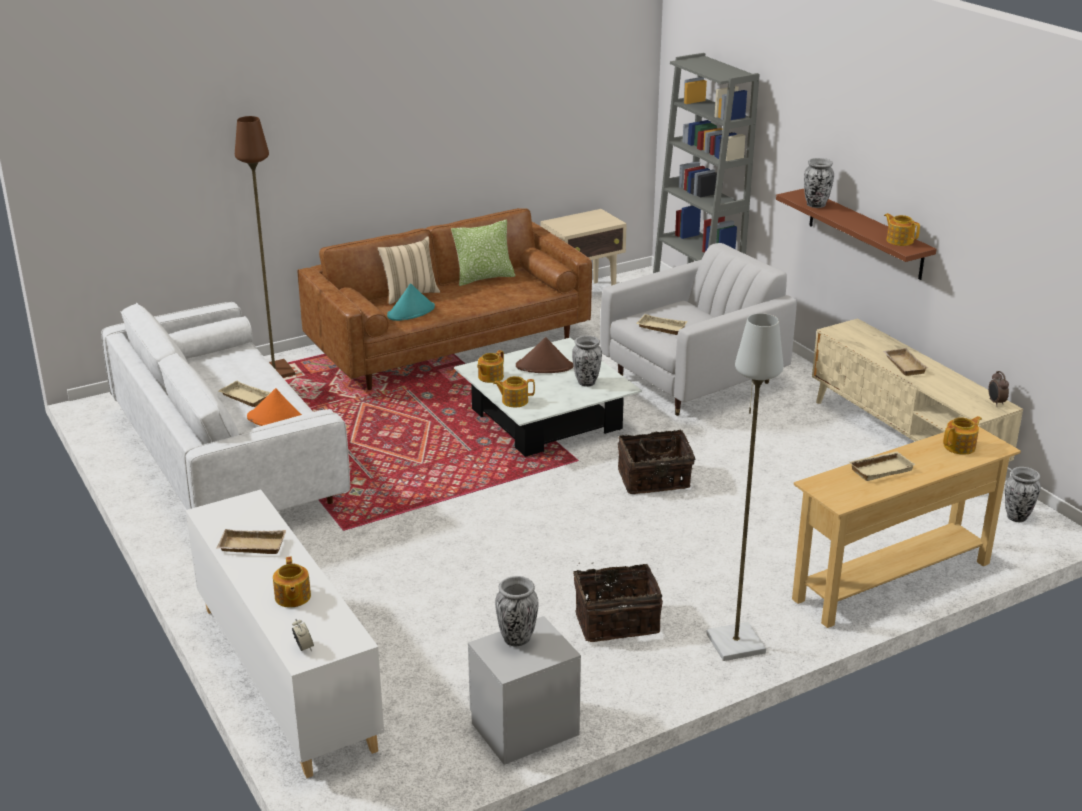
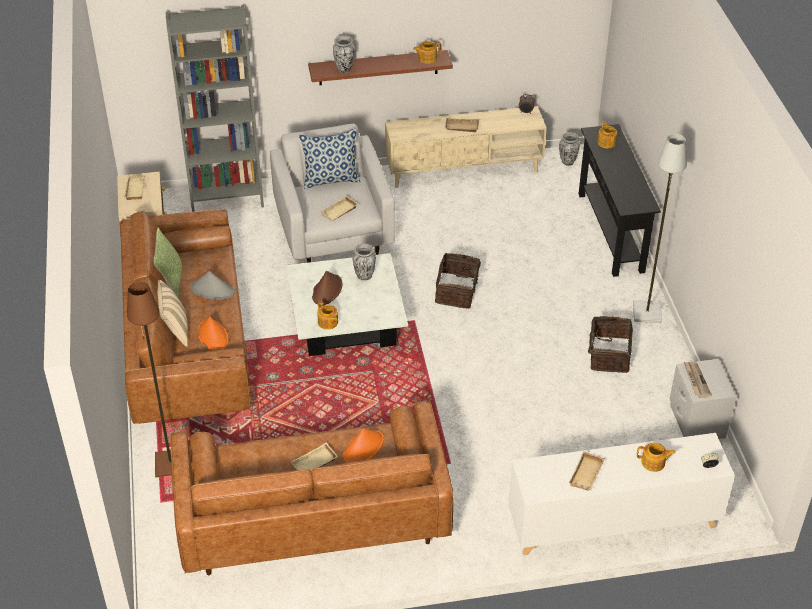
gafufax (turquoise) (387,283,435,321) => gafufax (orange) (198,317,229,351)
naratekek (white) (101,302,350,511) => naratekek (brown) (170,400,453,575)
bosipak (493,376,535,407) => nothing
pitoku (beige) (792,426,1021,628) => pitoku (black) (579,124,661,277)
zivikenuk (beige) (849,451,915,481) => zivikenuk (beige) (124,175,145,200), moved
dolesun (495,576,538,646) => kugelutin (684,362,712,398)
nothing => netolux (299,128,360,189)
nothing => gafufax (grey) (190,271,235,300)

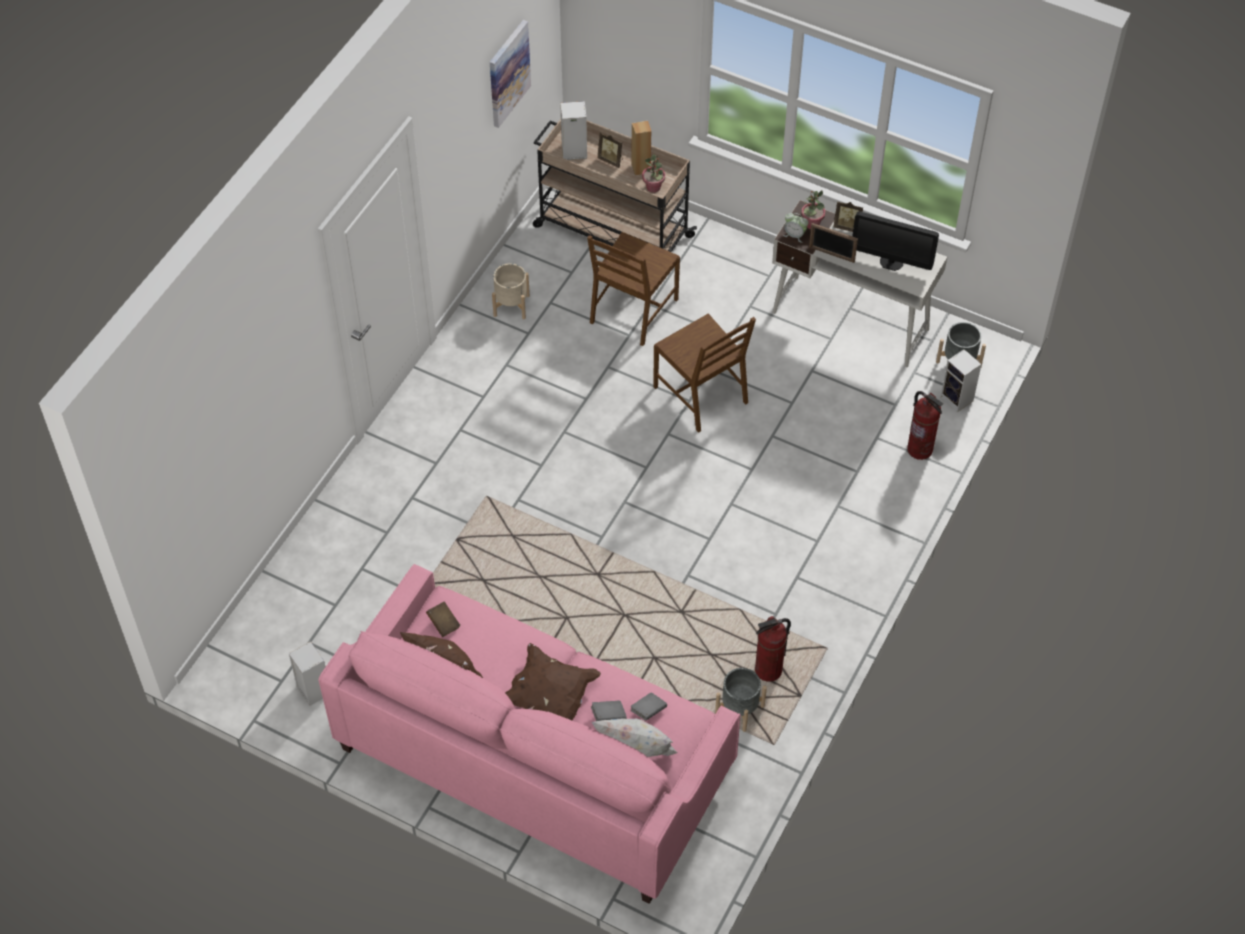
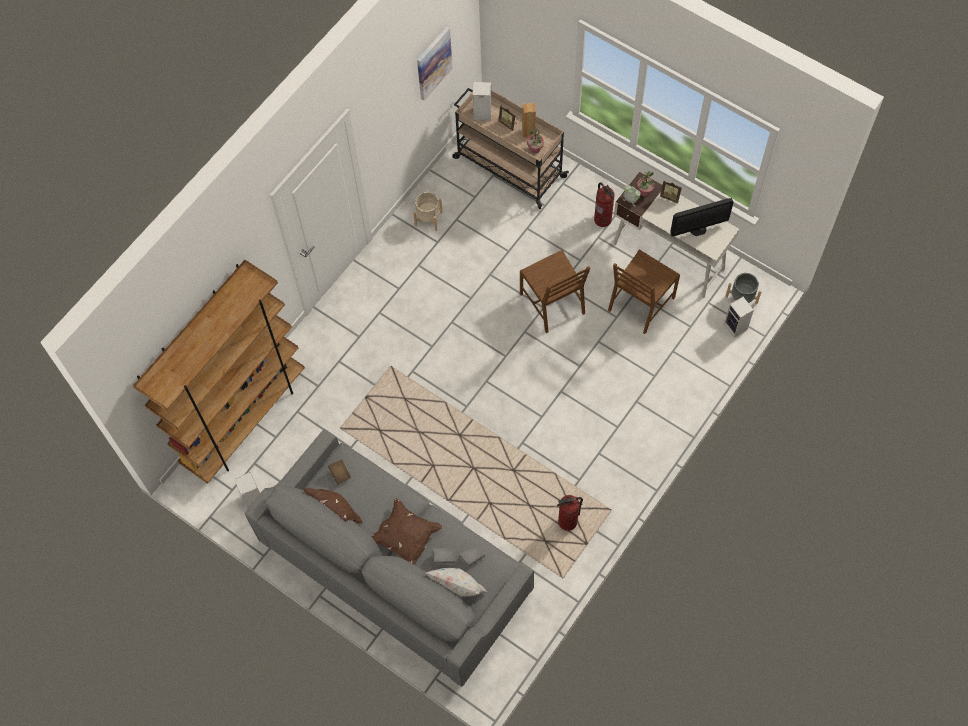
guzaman (852,211,939,271) => guzaman (670,198,734,237), 45 degrees counterclockwise
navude (809,223,858,263) => nothing
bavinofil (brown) (587,232,680,346) => bavinofil (brown) (608,249,680,334), moved
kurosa (907,391,943,460) => kurosa (594,182,615,227), moved
naratekek (pink) (319,564,740,904) => naratekek (grey) (245,429,534,687)
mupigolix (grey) (715,668,767,732) => nothing
nothing => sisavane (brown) (133,260,305,484)

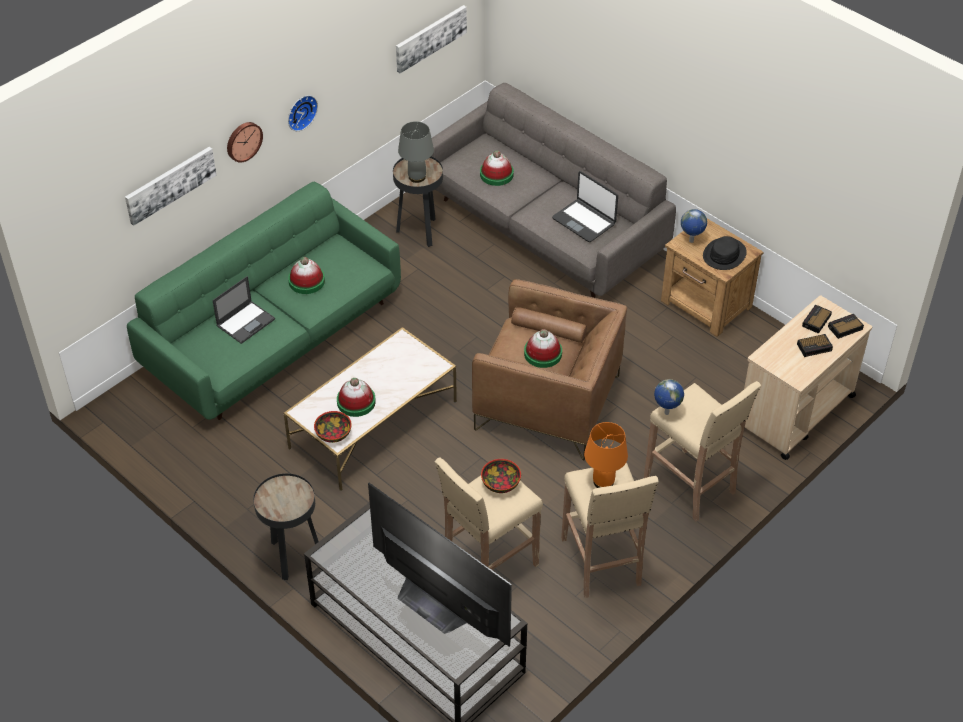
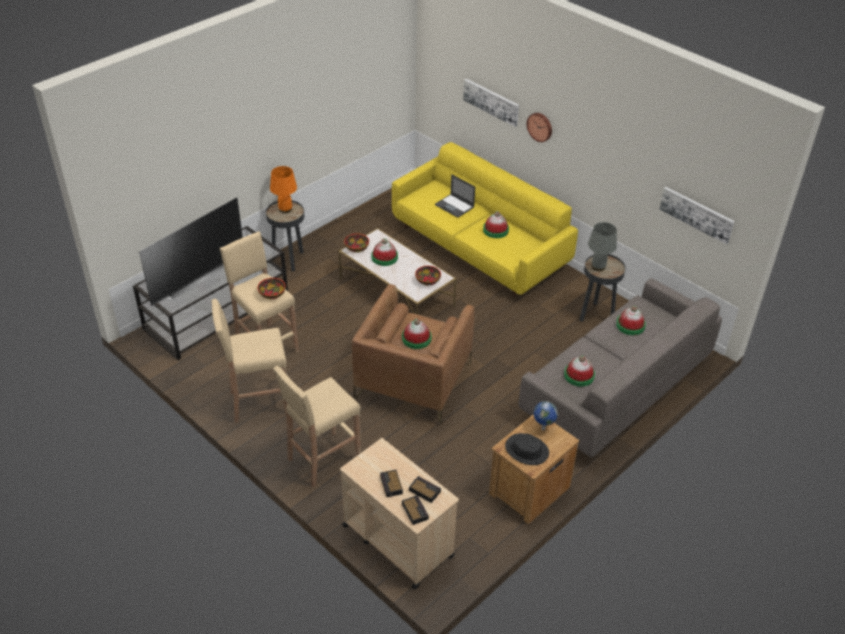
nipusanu (288,95,318,131) => nothing
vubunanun (552,171,618,242) => gafufax (564,355,595,387)
naratekek (green) (127,182,401,420) => naratekek (yellow) (392,142,578,297)
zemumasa (654,379,684,415) => nothing
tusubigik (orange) (584,422,628,488) => tusubigik (orange) (270,166,297,213), moved
nothing => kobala (415,266,441,285)

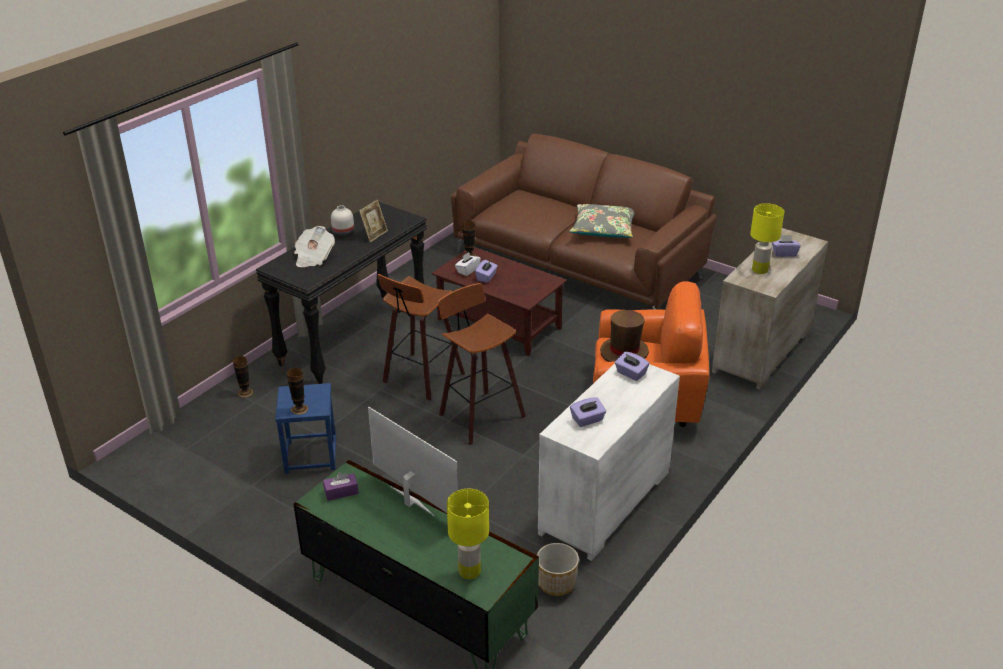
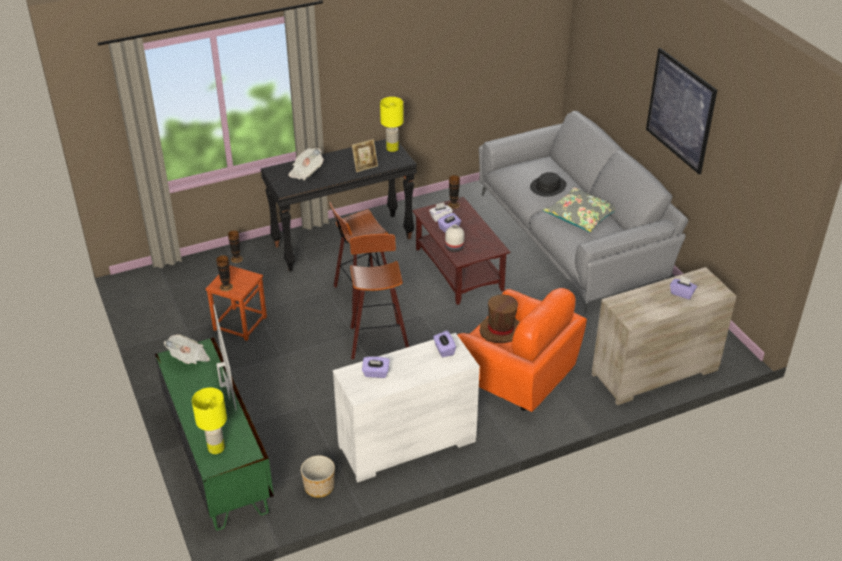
naratekek (brown) (451,134,717,310) => naratekek (grey) (479,111,688,314)
tusubigik (yellow) (750,203,784,274) => tusubigik (yellow) (380,97,404,152), moved
dolesun (white) (331,205,354,239) => dolesun (white) (445,225,465,252), moved
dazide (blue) (275,383,336,474) => dazide (brown) (206,265,267,341)
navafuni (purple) (323,472,359,501) => kugelutin (164,334,210,364)
nothing => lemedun (646,48,717,174)
nothing => gafufax (black) (530,172,567,197)

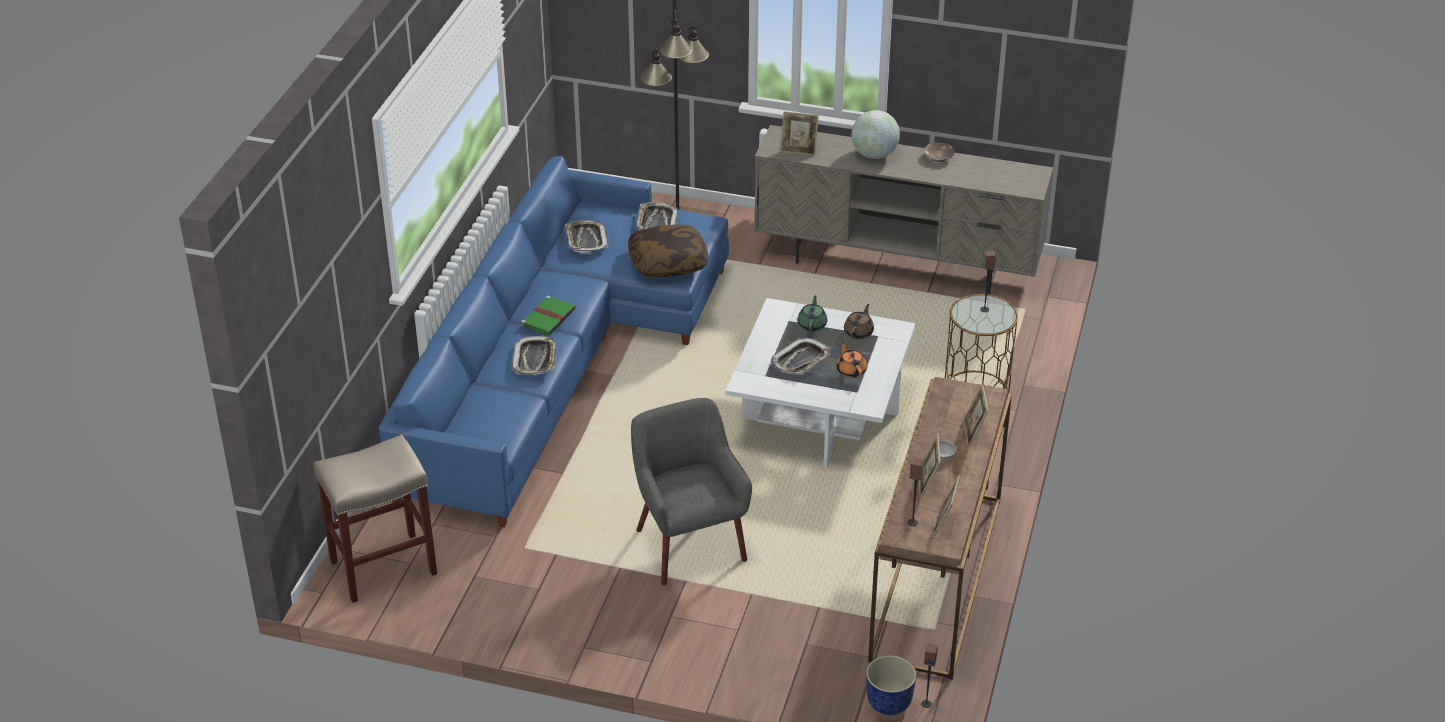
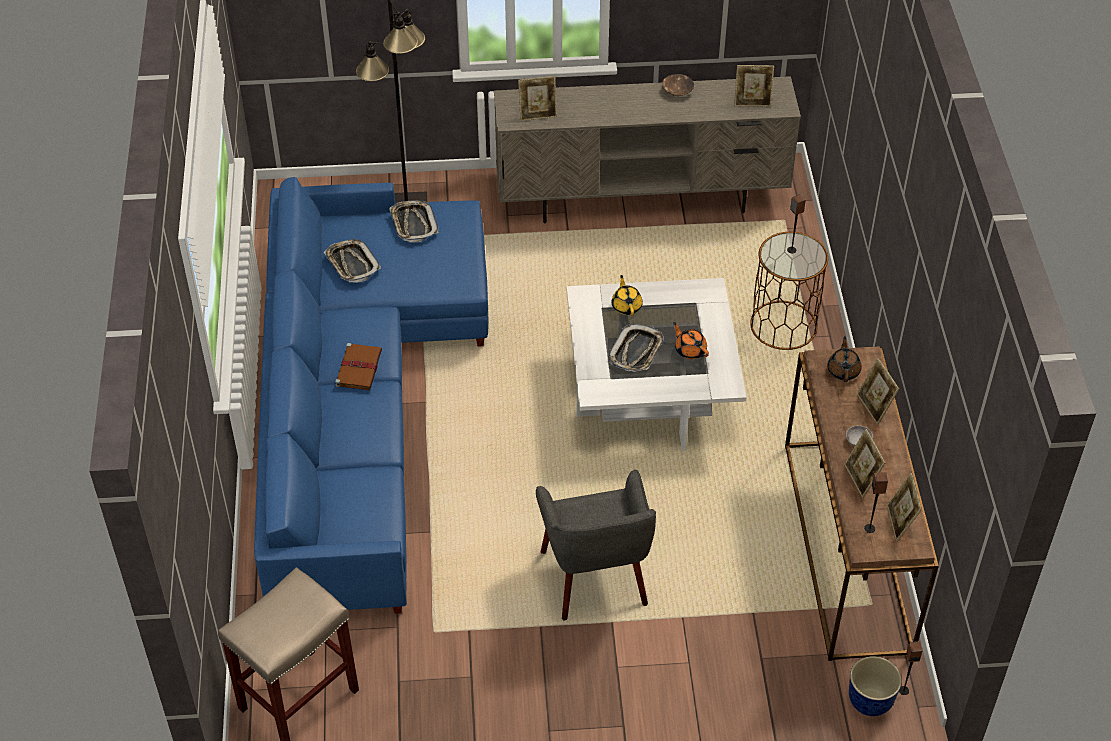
zemumasa (852,110,900,159) => nothing
netolux (628,225,708,277) => nothing
bosipak (green) (797,295,827,332) => bosipak (yellow) (611,275,643,316)
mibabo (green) (521,296,576,335) => mibabo (brown) (335,343,382,390)
bosipak (brown) (844,304,874,339) => bosipak (brown) (827,336,862,382), moved
zivikenuk (512,336,557,375) => nothing
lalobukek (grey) (631,398,752,585) => lalobukek (grey) (536,469,656,621), 150 degrees counterclockwise
nothing => navude (734,65,774,107)

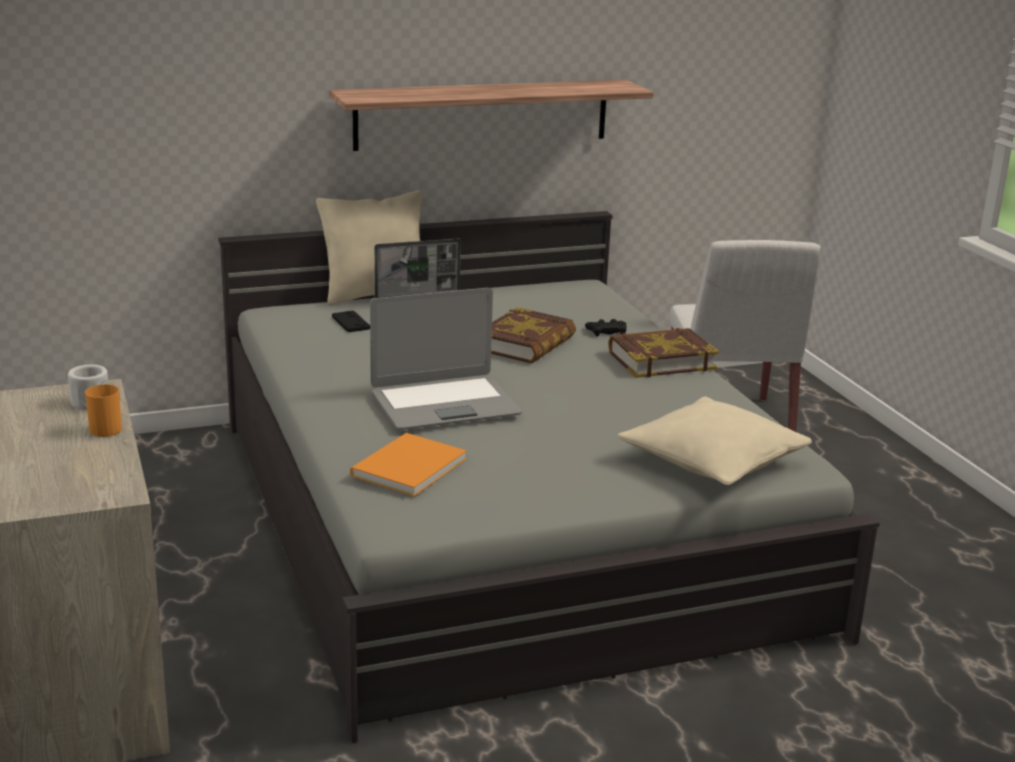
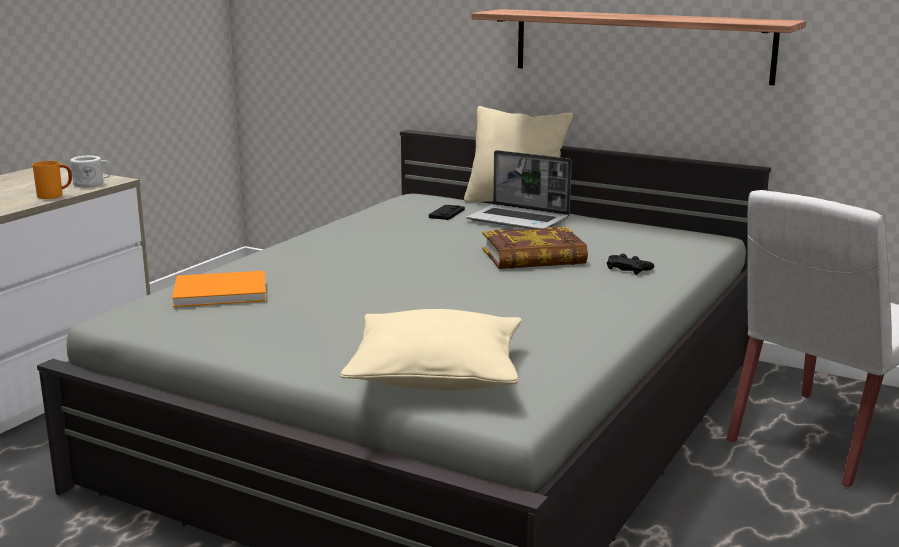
vubunanun (370,288,522,430) => nothing
mibabo (608,328,719,378) => nothing

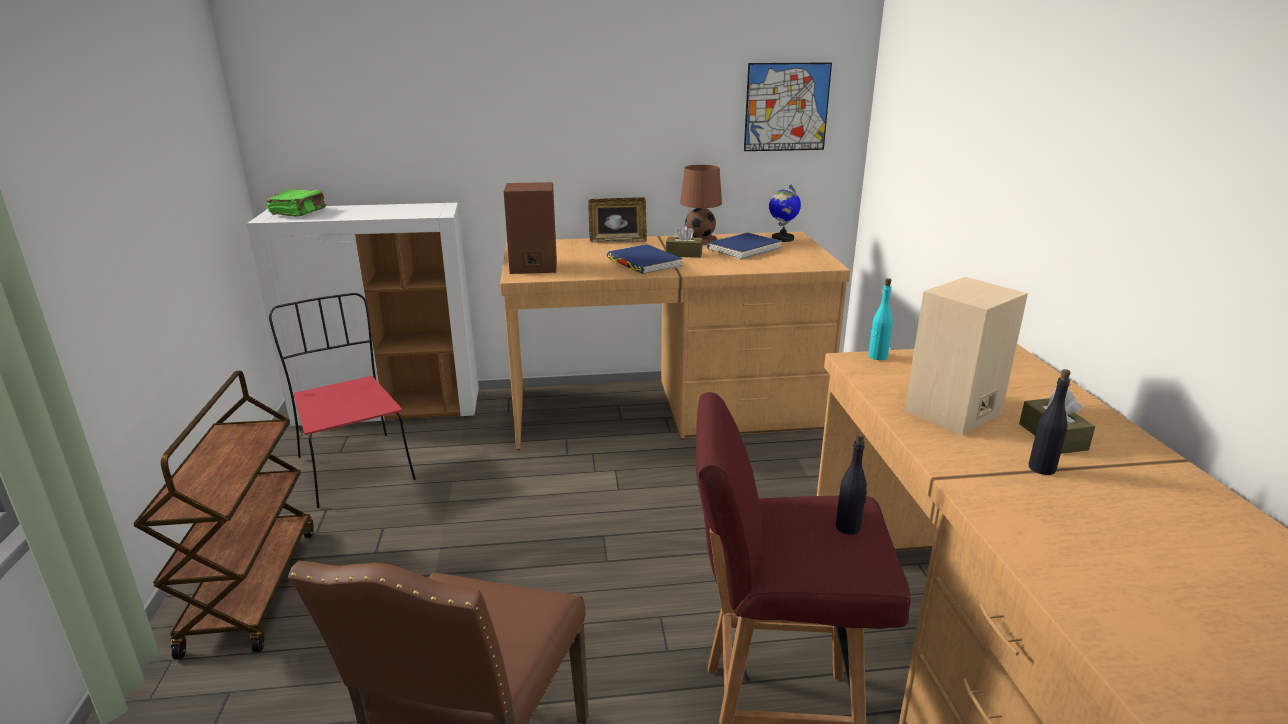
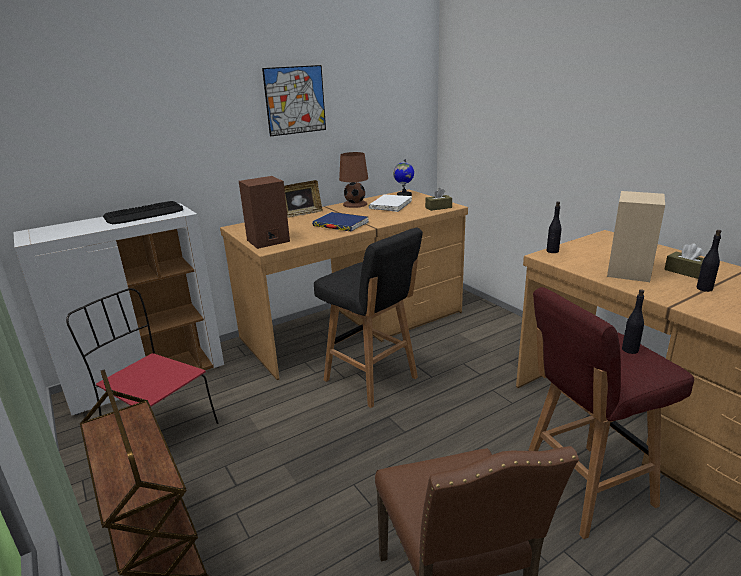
lemedun (744,62,832,151) => lemedun (262,65,326,137), moved
mibabo (green) (267,189,326,217) => nothing
navafuni (brown) (666,225,703,258) => navafuni (brown) (425,188,452,211), moved
mibabo (blue) (707,233,782,260) => mibabo (white) (368,195,412,212)
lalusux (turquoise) (868,278,893,360) => lalusux (black) (546,202,561,253)
nothing => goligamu (103,201,183,224)
nothing => dazide (black) (314,228,423,408)

